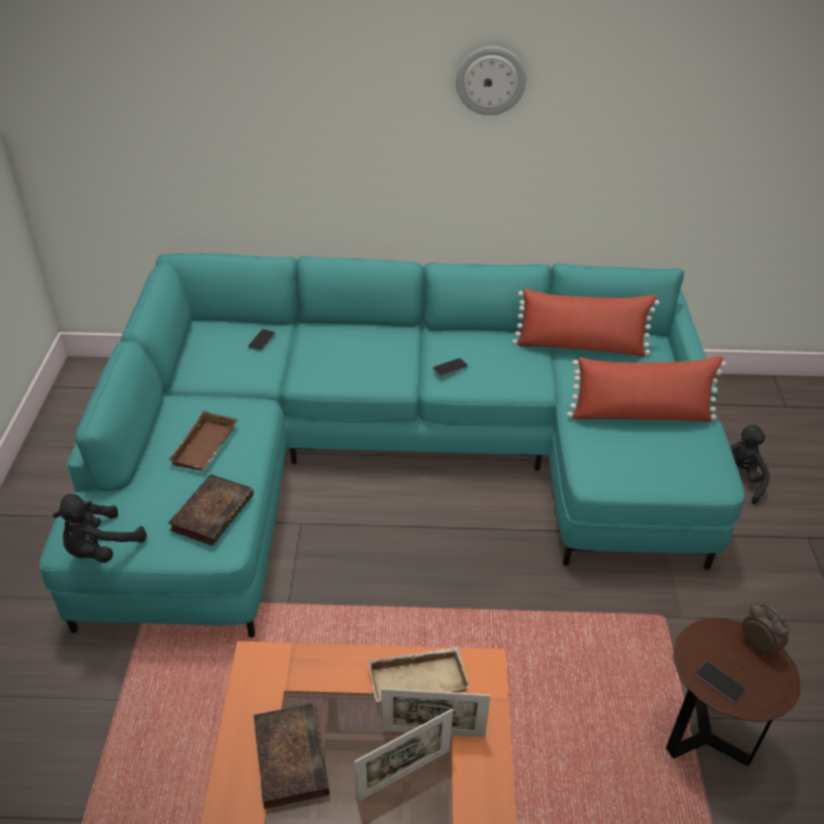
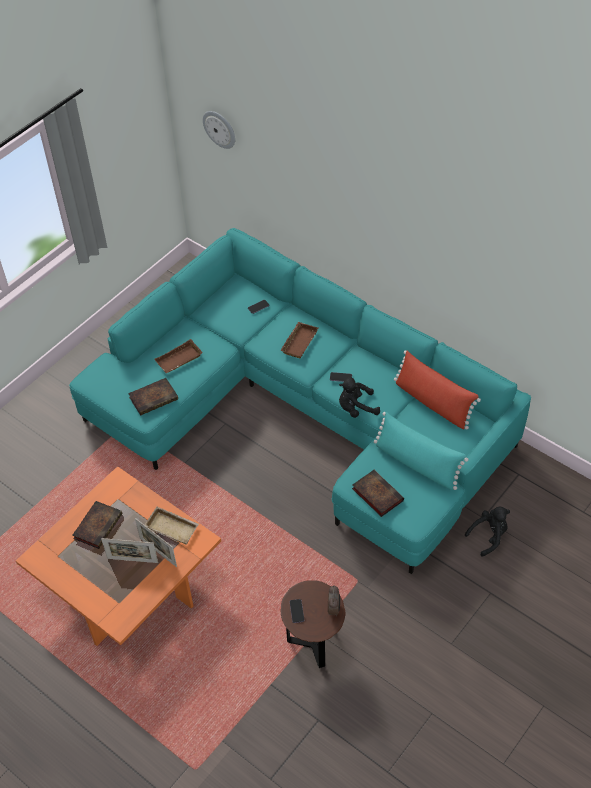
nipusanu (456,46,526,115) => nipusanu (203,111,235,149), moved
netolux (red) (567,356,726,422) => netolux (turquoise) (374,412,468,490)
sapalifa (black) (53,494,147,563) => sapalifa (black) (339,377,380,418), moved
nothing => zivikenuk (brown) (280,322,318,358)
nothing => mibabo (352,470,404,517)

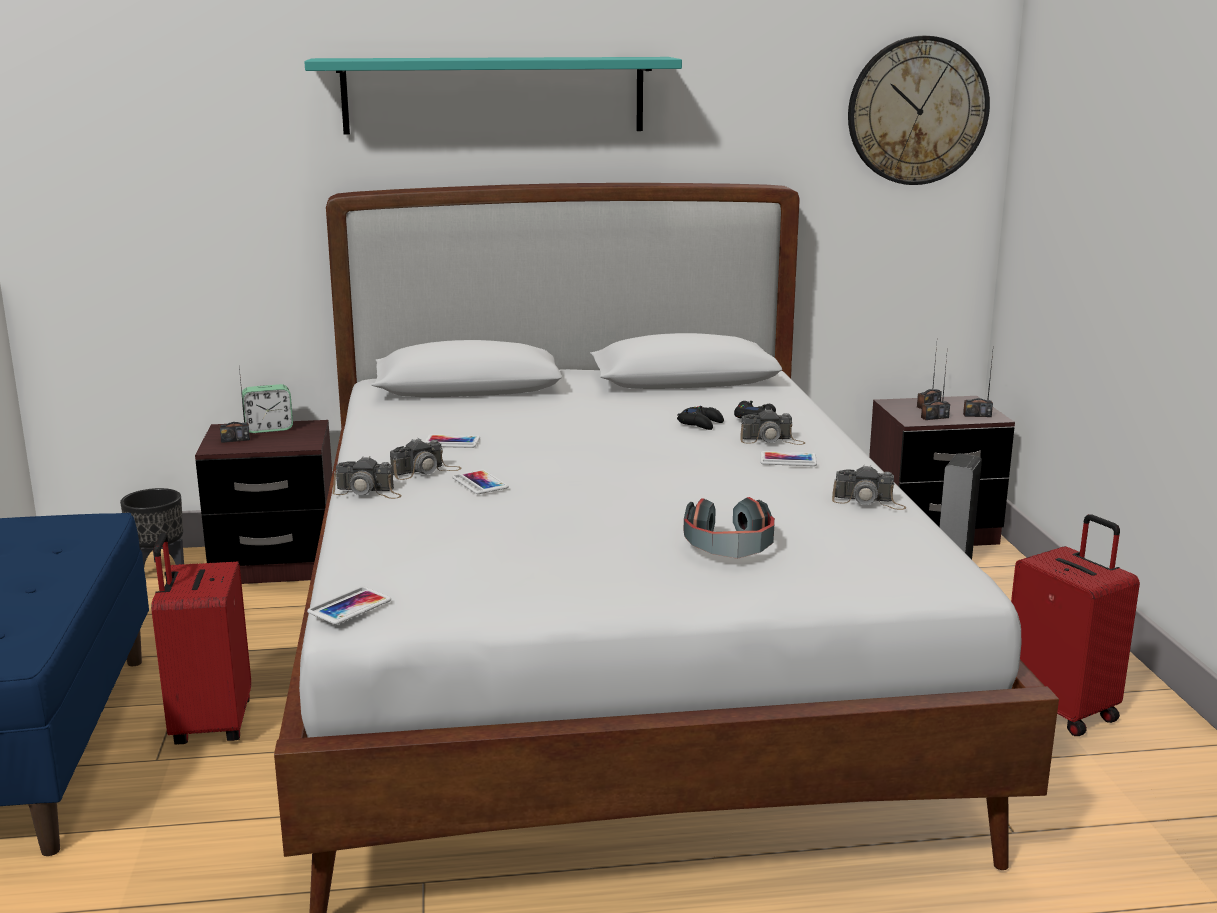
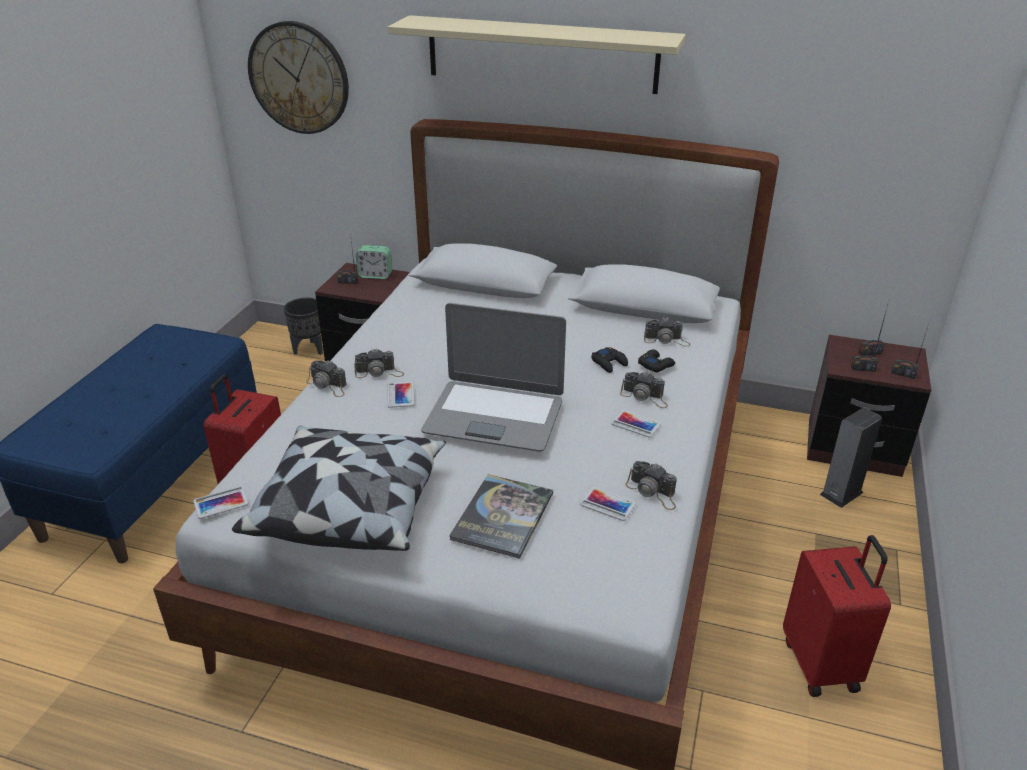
nipusanu (848,36,990,185) => nipusanu (248,21,349,134), moved
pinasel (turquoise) (304,57,682,135) => pinasel (beige) (388,15,686,94)
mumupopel (424,434,480,448) => mumupopel (580,487,636,521), moved
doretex (684,497,775,559) => mibabo (449,474,553,559)
nothing => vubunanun (421,303,566,452)
nothing => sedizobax (644,317,690,347)
nothing => netolux (232,426,446,551)

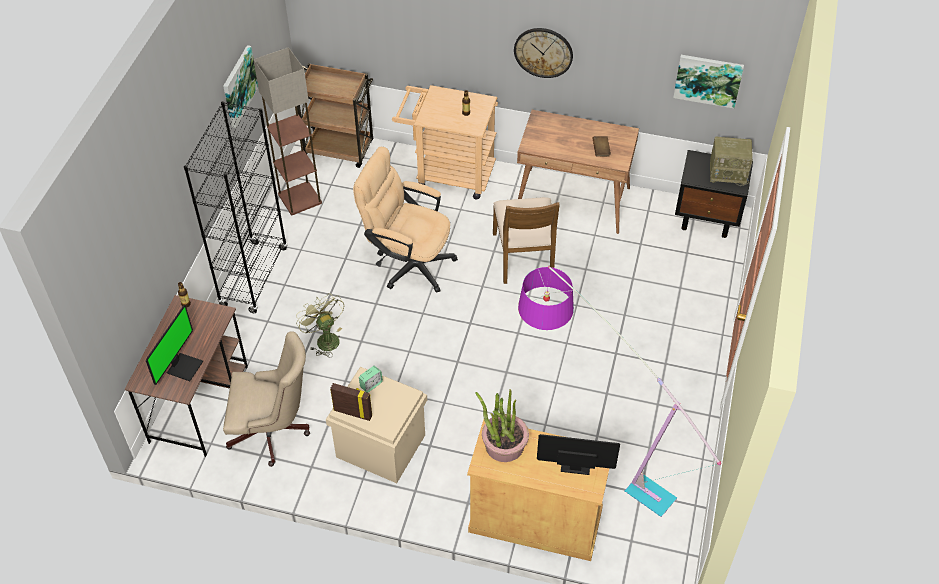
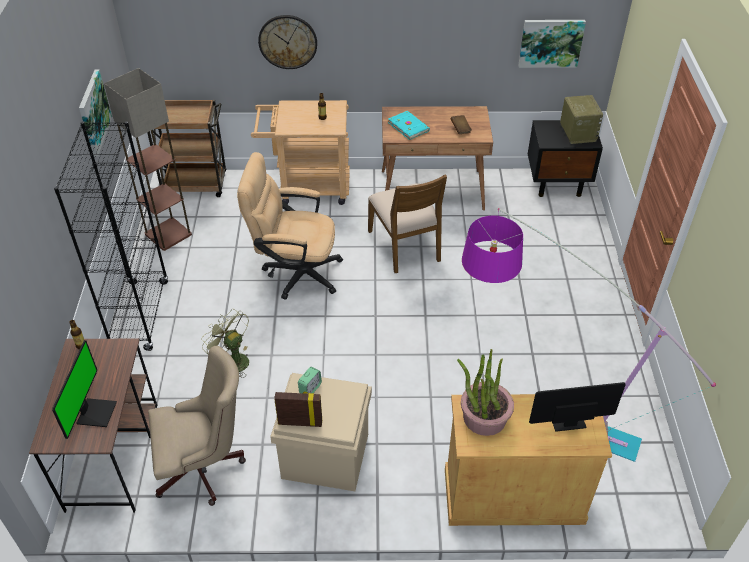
nipusanu (514,28,573,78) => nipusanu (258,15,317,69), moved
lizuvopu (710,137,753,186) => lizuvopu (560,95,603,144), 90 degrees counterclockwise
nothing => mibabo (turquoise) (388,111,430,140)

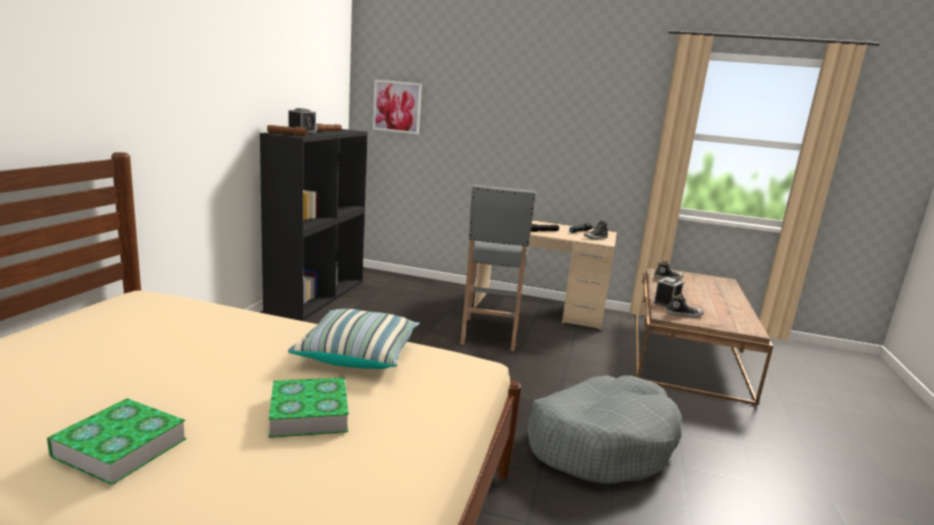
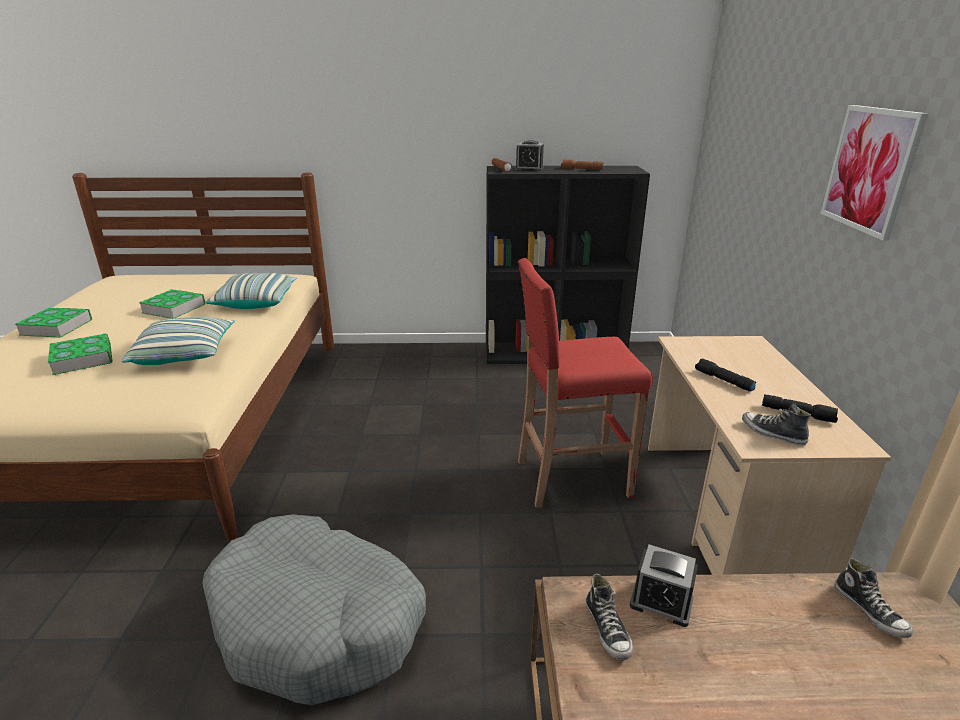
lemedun (373,79,422,134) => lemedun (821,105,928,241), moved
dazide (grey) (460,184,536,351) => dazide (red) (518,258,653,508)
nothing => netolux (206,273,297,309)
nothing => mibabo (139,289,206,319)

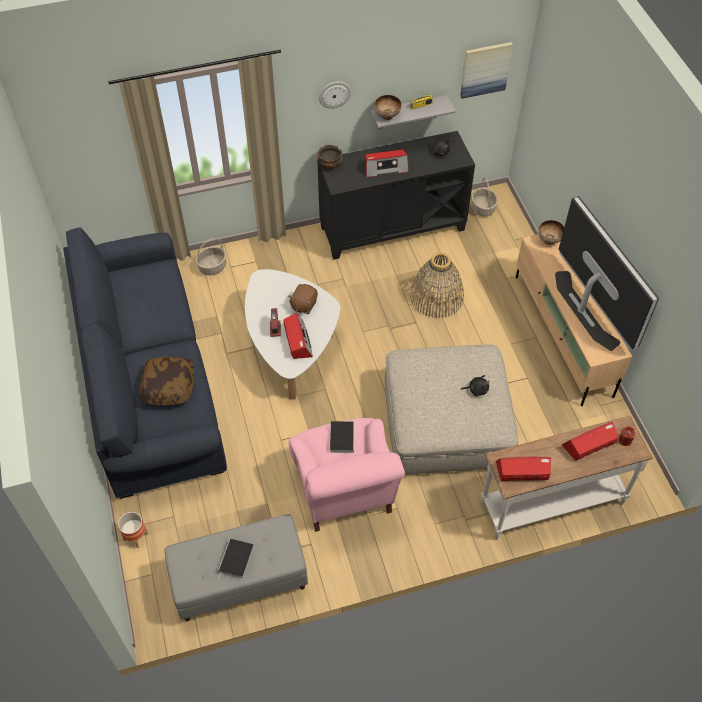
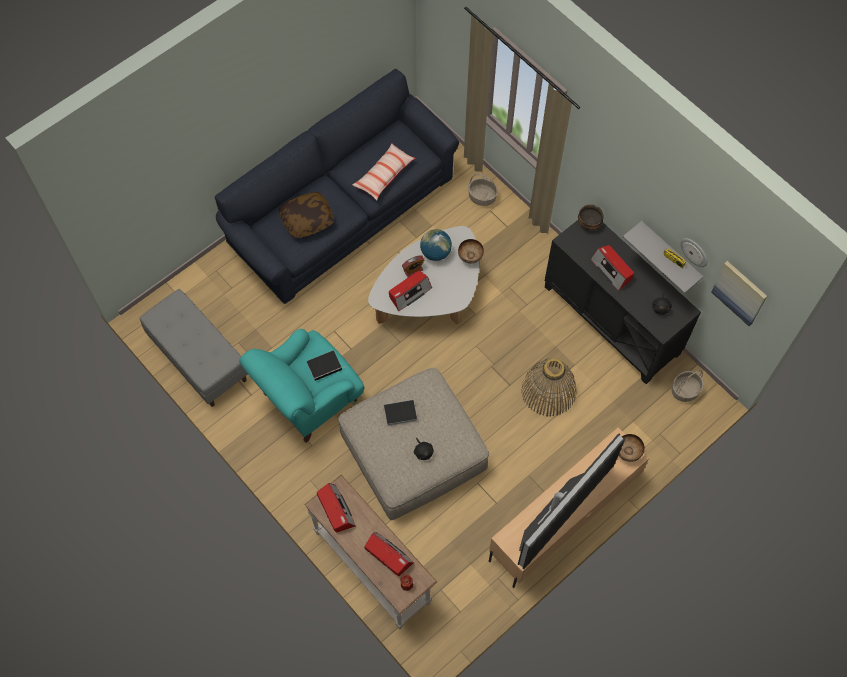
nipusanu (319,81,352,109) => nipusanu (680,238,707,267), moved
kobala (375,95,402,120) => kobala (458,239,484,263), moved
sapalifa (brown) (288,284,318,314) => nothing
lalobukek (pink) (289,418,405,532) => lalobukek (turquoise) (239,329,365,443)
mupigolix (118,512,148,548) => nothing
mibabo (218,539,254,580) => mibabo (378,399,417,426), moved
nothing => netolux (353,143,415,201)
nothing => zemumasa (420,229,452,261)

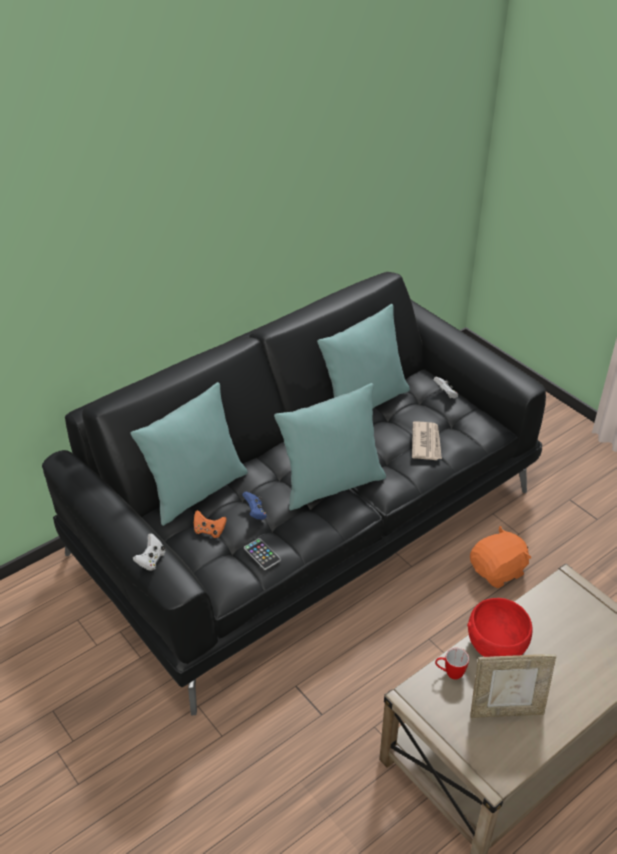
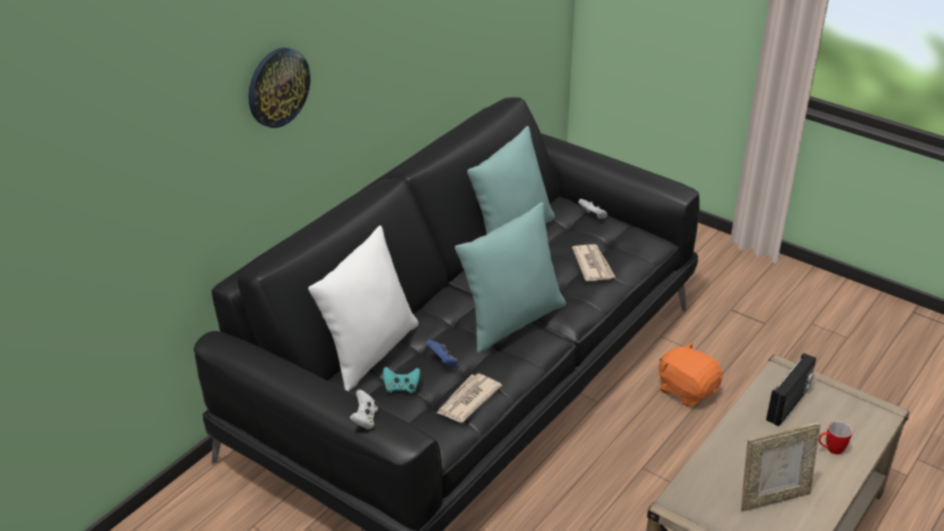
netolux (turquoise) (131,382,248,526) => netolux (white) (308,225,419,391)
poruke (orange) (194,510,227,538) => poruke (turquoise) (383,367,420,393)
sapalifa (orange) (470,526,531,588) => sapalifa (orange) (658,342,723,407), 90 degrees counterclockwise
mumupopel (244,538,281,570) => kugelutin (436,373,502,422)
kobala (red) (467,598,533,657) => nothing
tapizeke (435,648,469,679) => tapizeke (818,421,853,454), moved
nothing => nipusanu (248,48,310,128)
nothing => lizuvopu (766,353,816,426)

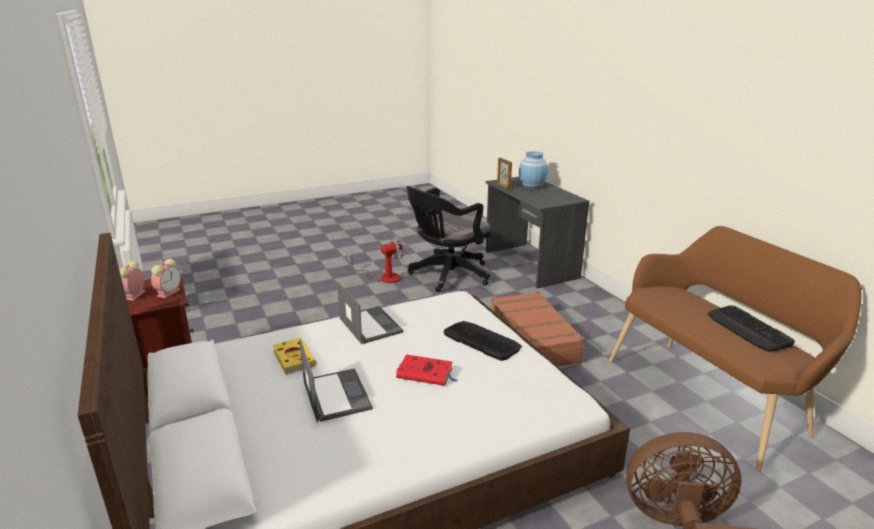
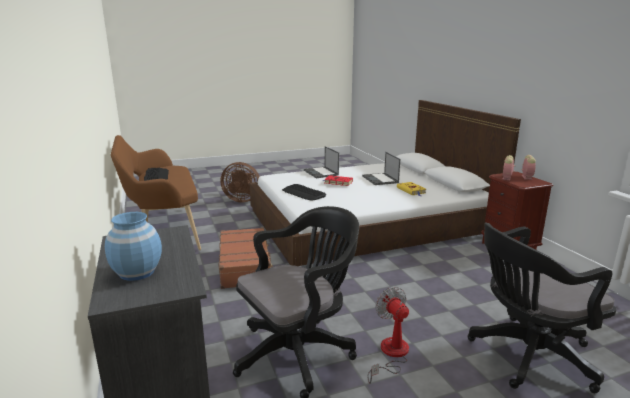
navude (497,158,512,190) => nothing
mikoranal (347,235,405,283) => mikoranal (368,287,409,384), 90 degrees clockwise
vubunanun (337,281,403,344) => vubunanun (304,146,339,178), moved
nothing => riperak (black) (467,222,616,393)

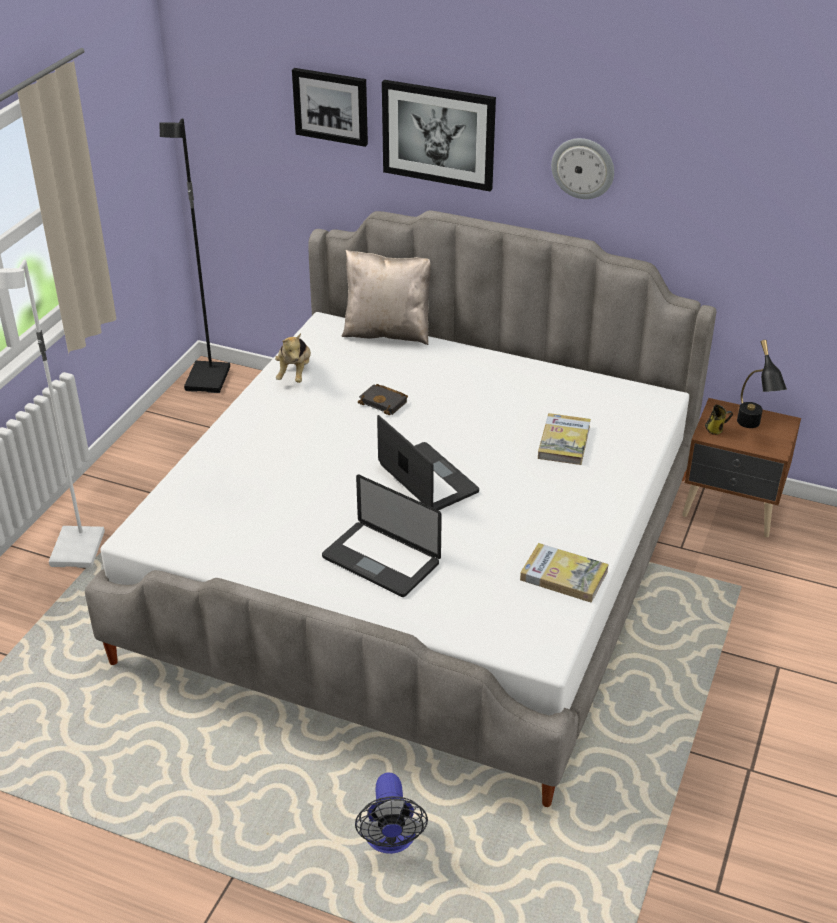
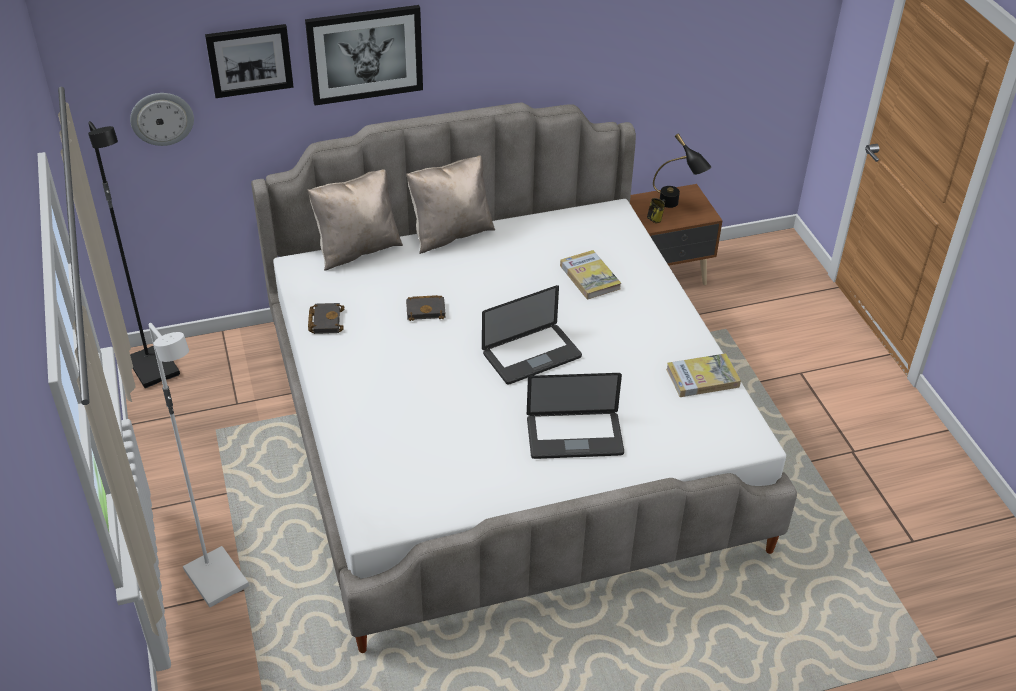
nipusanu (551,138,614,199) => nipusanu (130,93,194,146), moved
sapalifa (275,333,311,383) => mibabo (black) (308,303,344,334)
vubunanun (377,415,479,510) => vubunanun (482,285,582,385), 135 degrees clockwise
mikoranal (355,772,428,854) => nothing
nothing => netolux (beige) (406,155,495,254)

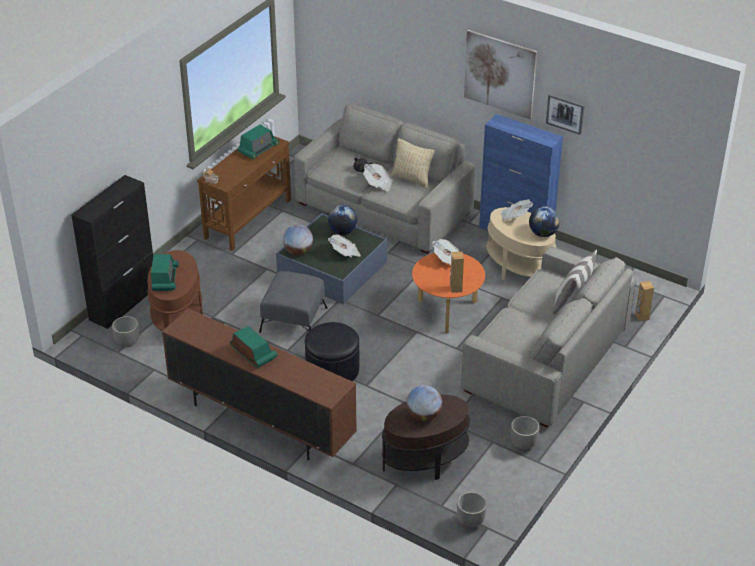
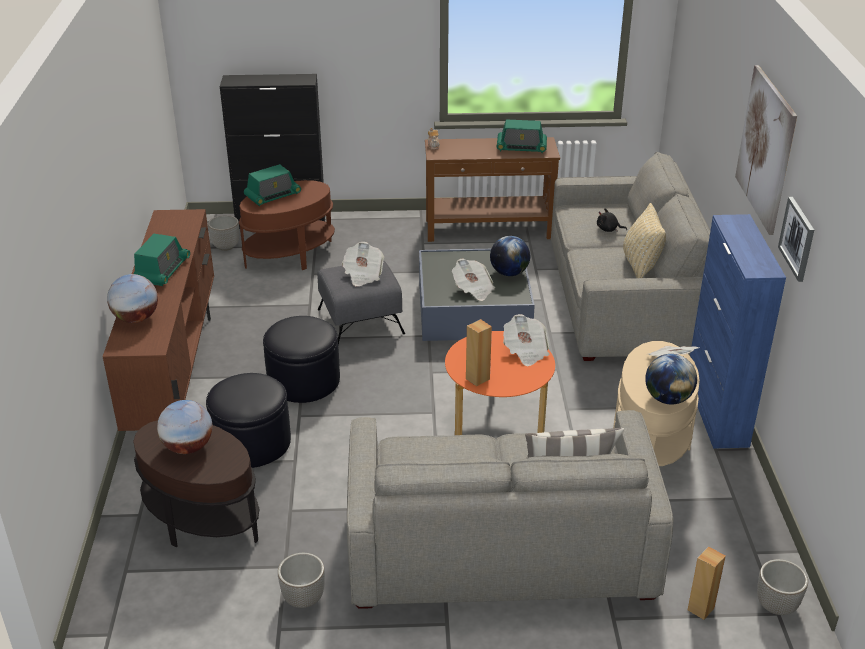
kugelutin (363,164,393,192) => kugelutin (342,242,384,286), moved
zemumasa (283,225,313,255) => zemumasa (107,274,158,323), moved
mupigolix (457,492,487,527) => mupigolix (757,559,808,615), moved
nothing => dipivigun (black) (206,373,291,468)

